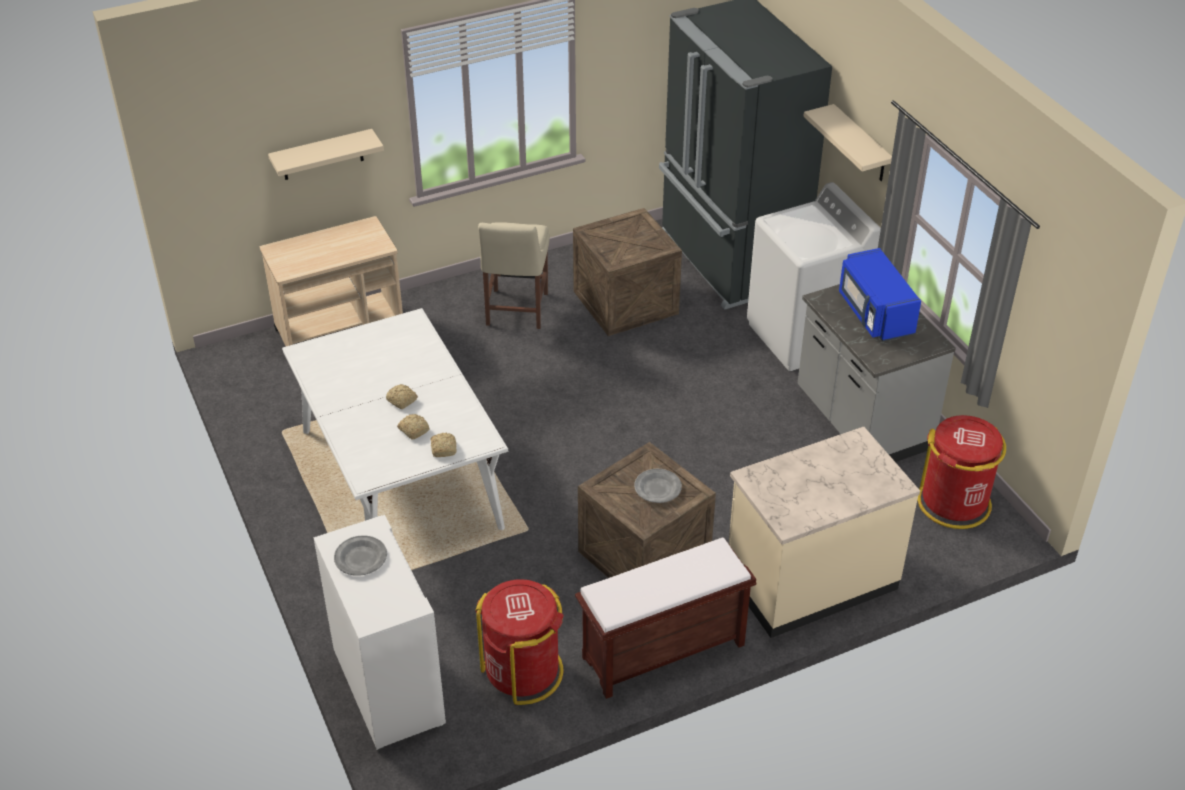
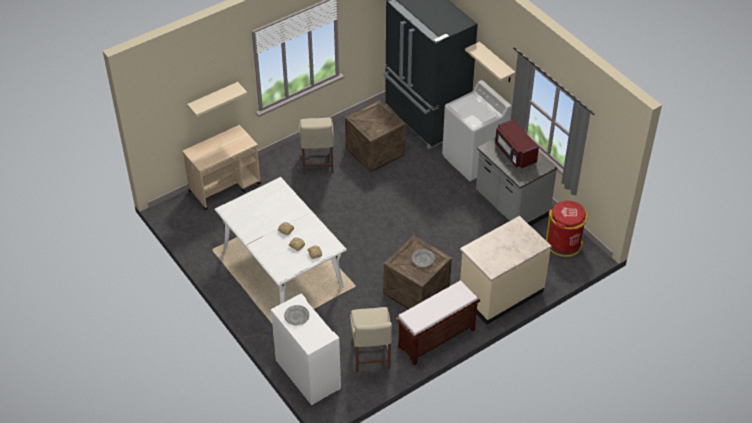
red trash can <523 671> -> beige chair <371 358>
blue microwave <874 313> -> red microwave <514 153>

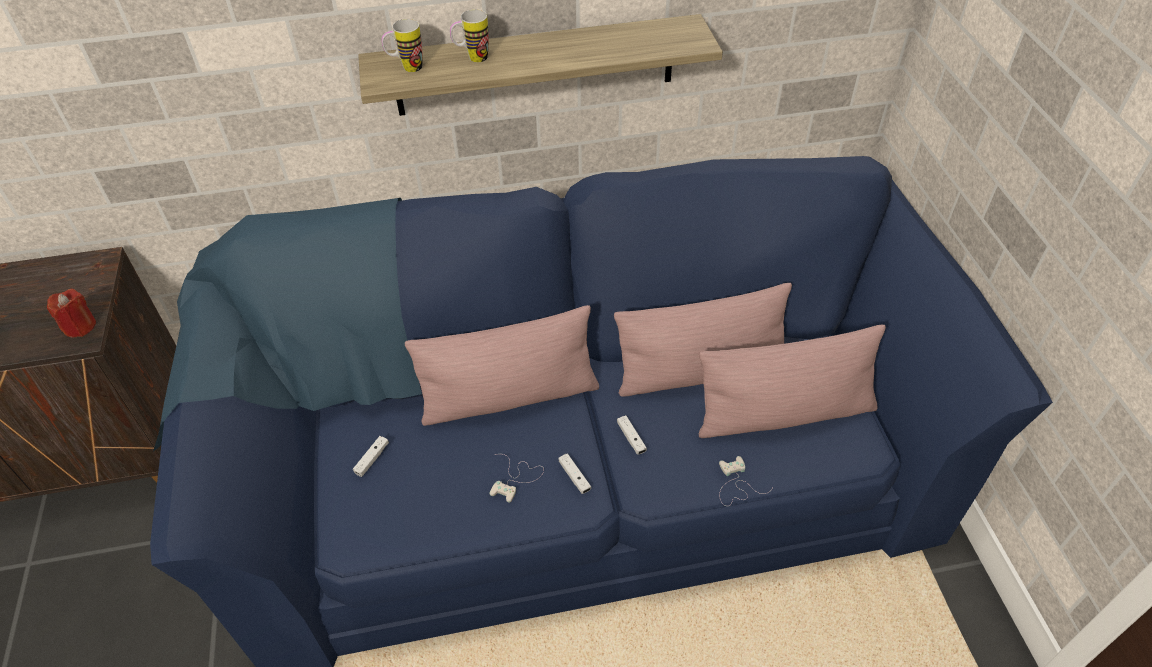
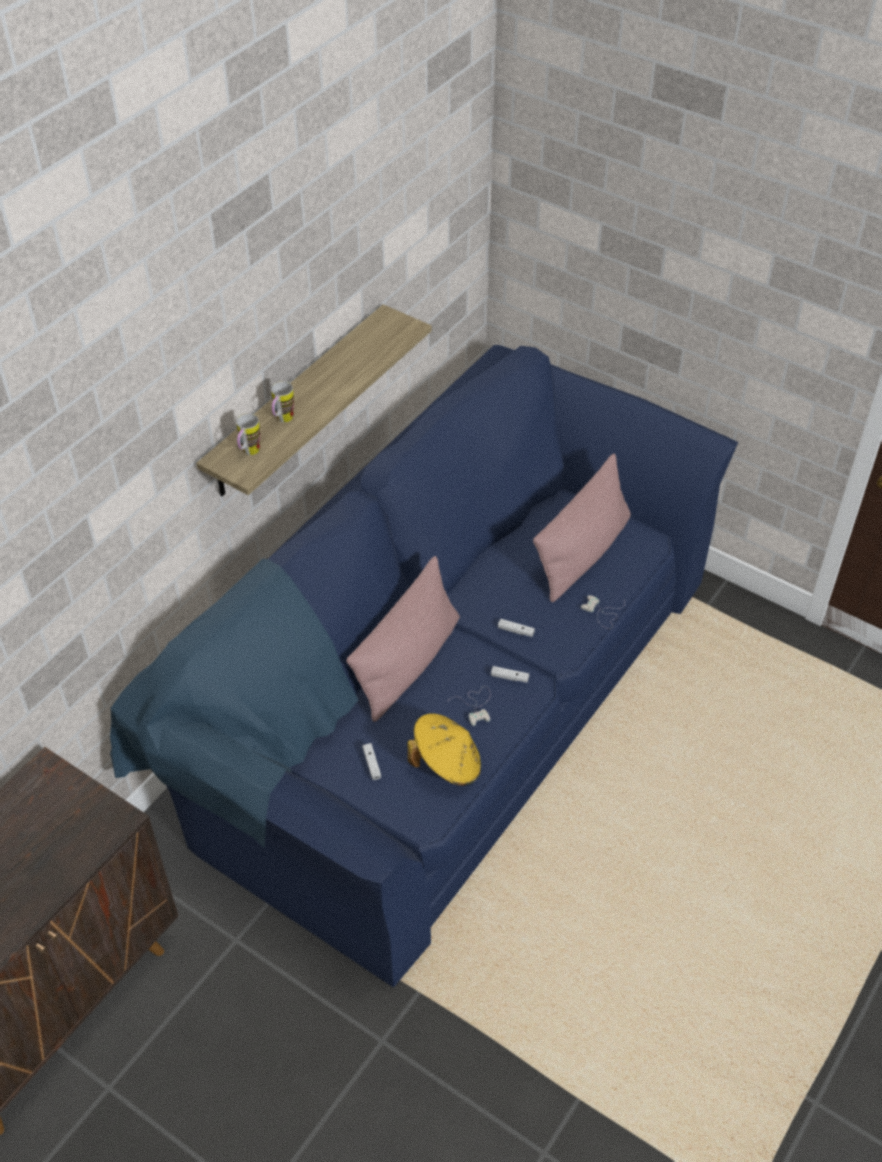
red candle <80 326> -> none
pink pillow <701 371> -> none
none -> yellow hat <447 763>

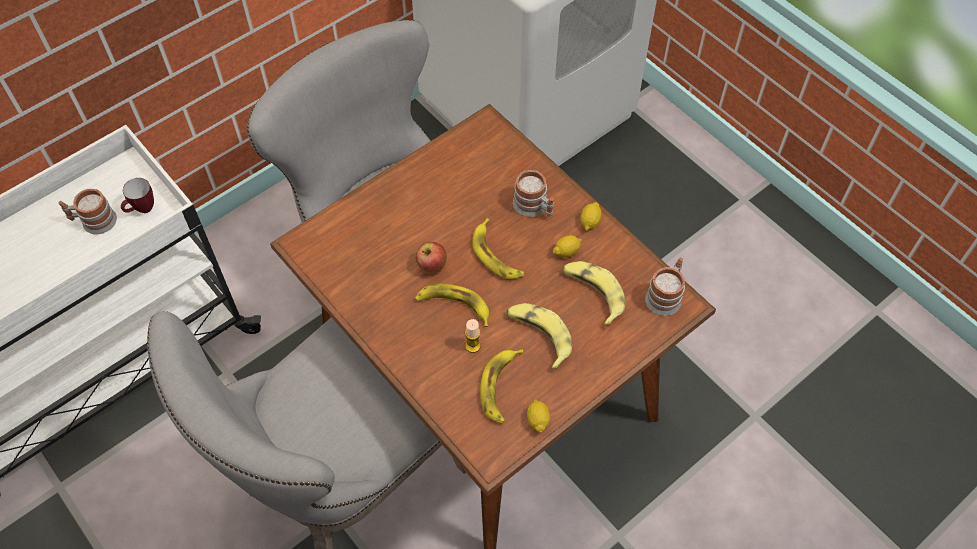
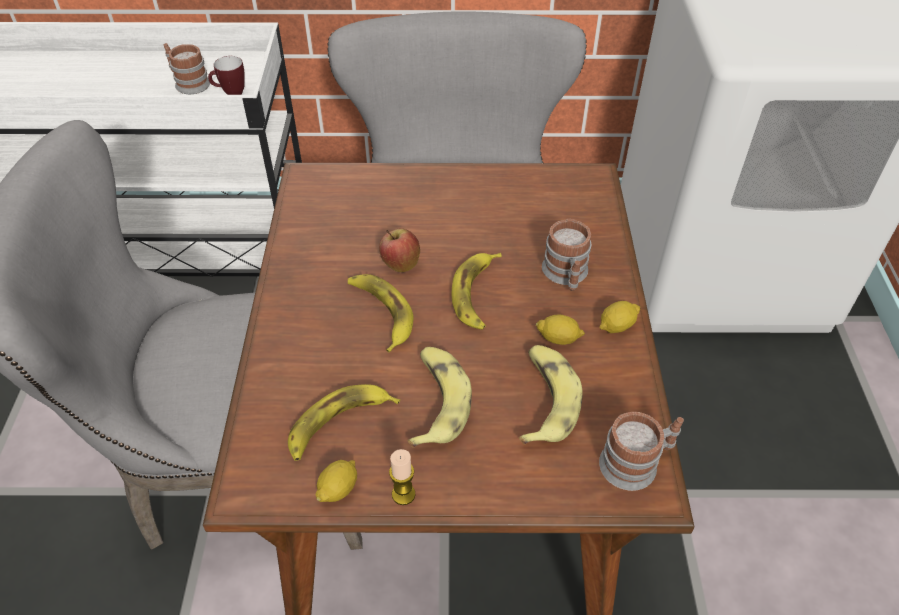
candle <473 346> -> candle <403 494>, moved

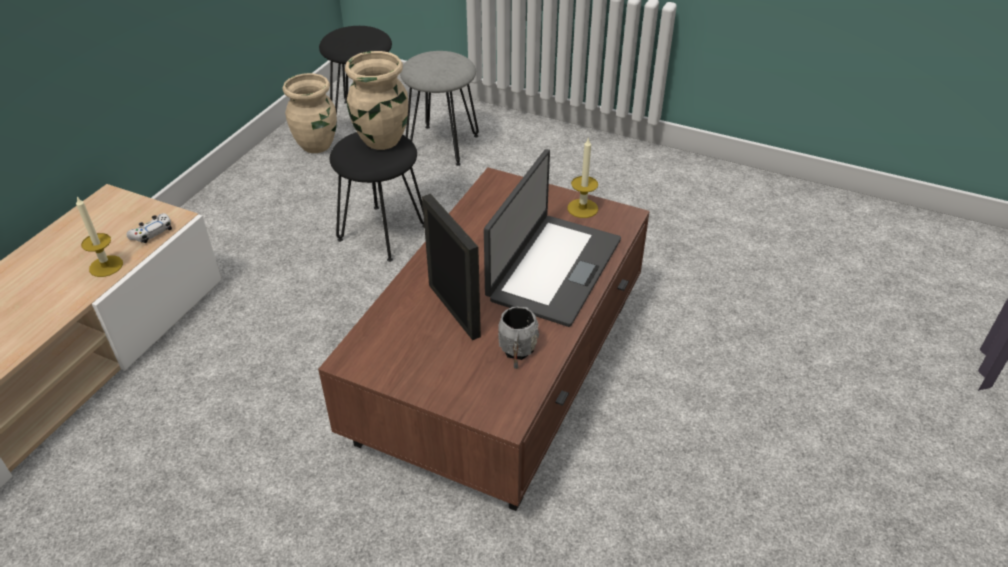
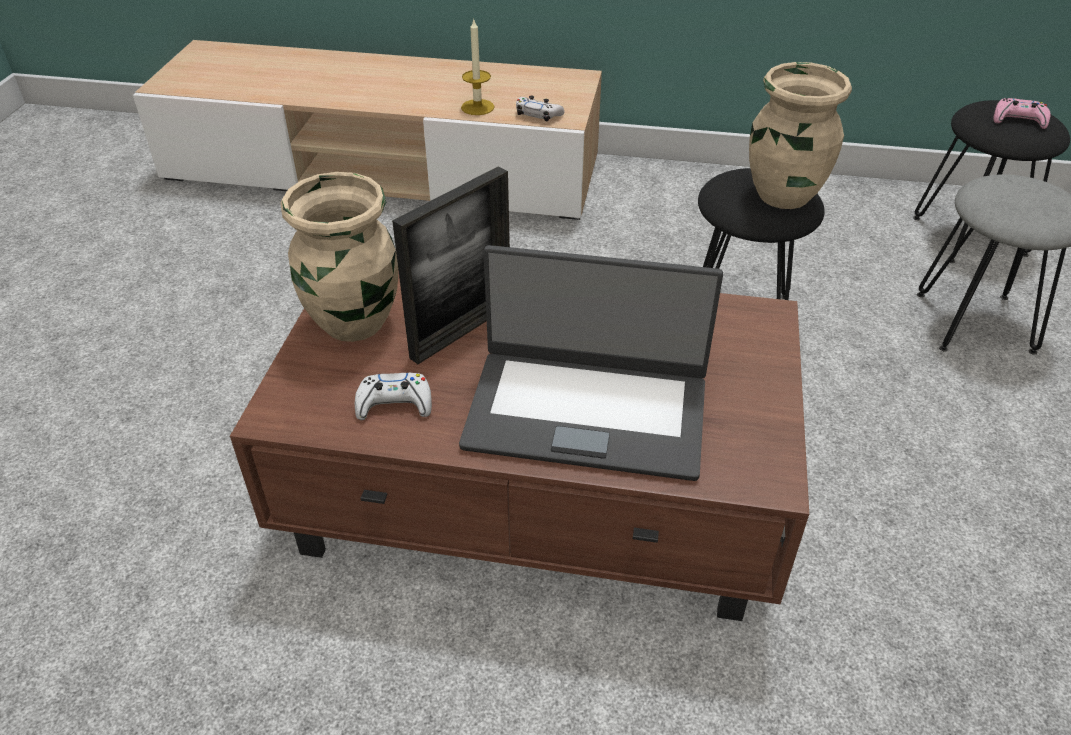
candle <582 208> -> none
none -> pink game controller <1018 120>
beige vase <317 145> -> beige vase <355 323>, moved
grey mug <517 353> -> white game controller <394 404>

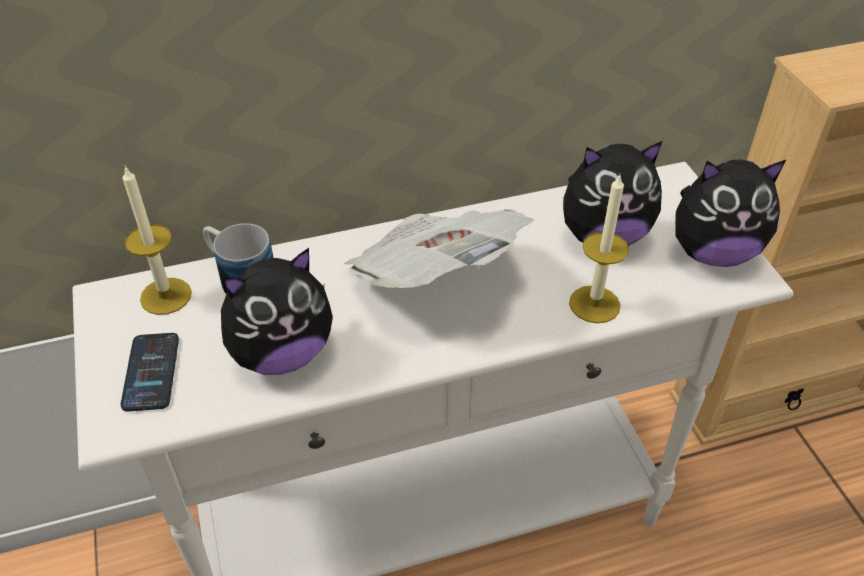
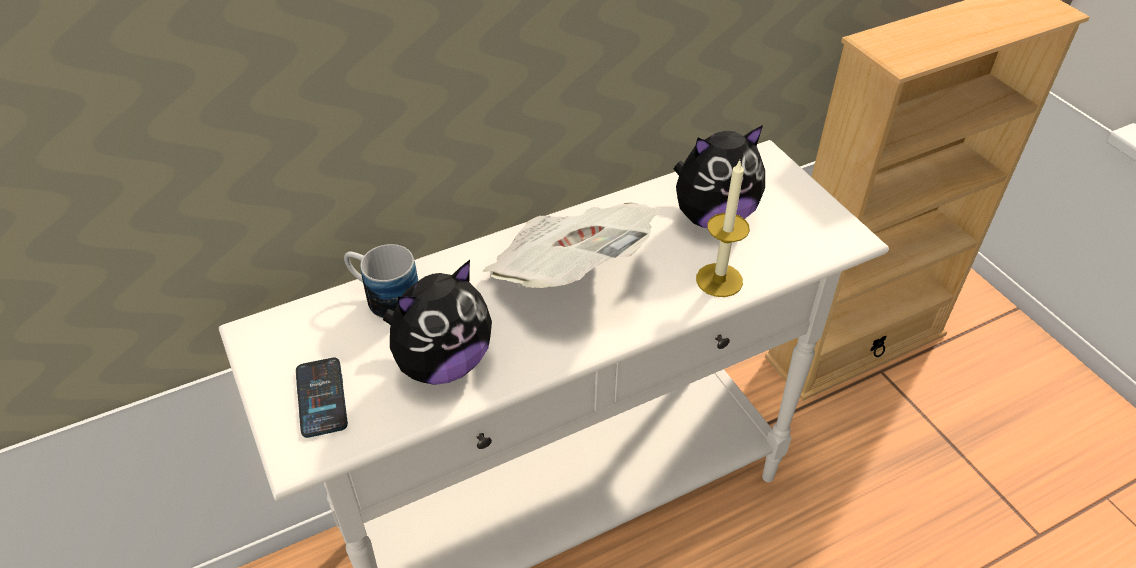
candle <166 296> -> none
plush toy <712 252> -> none

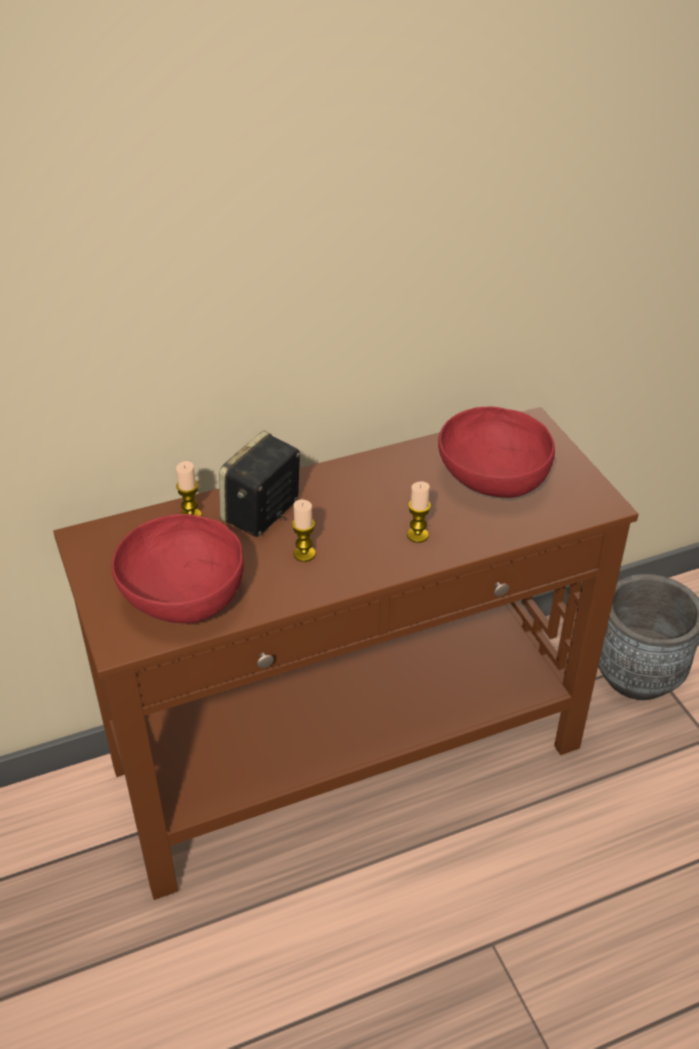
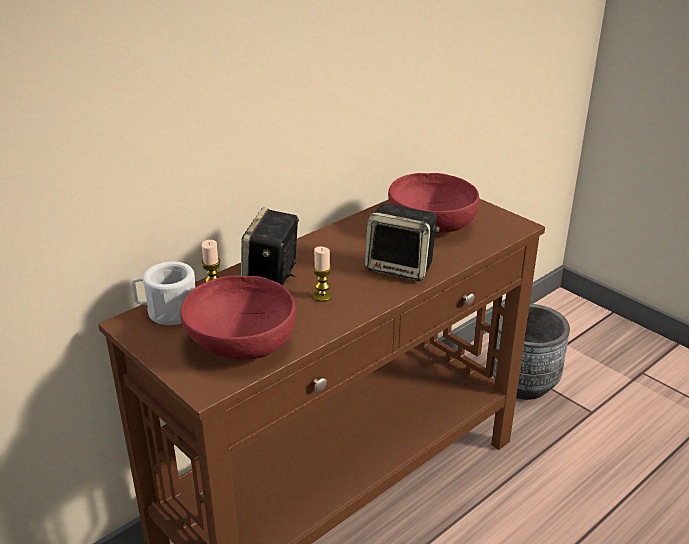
none -> white mug <167 312>
candle <417 535> -> speaker <401 268>

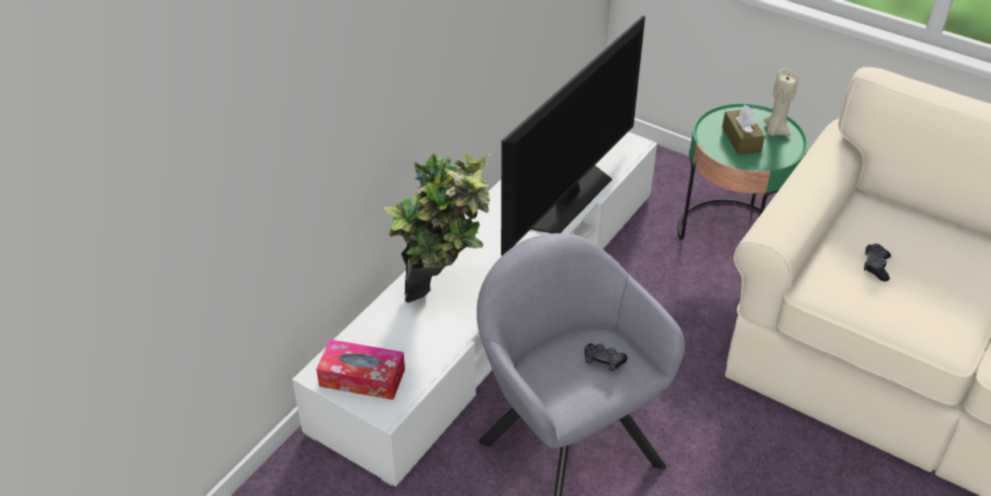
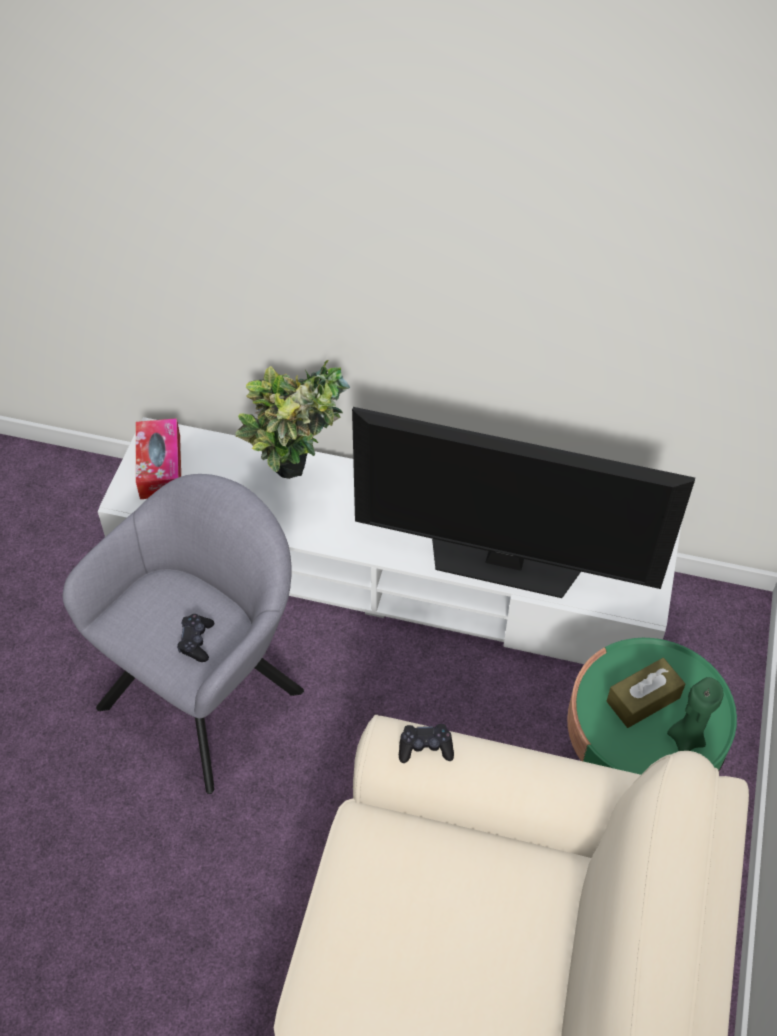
black game controller <876 266> -> black game controller <425 747>, moved
beige candle <775 131> -> green candle <686 738>

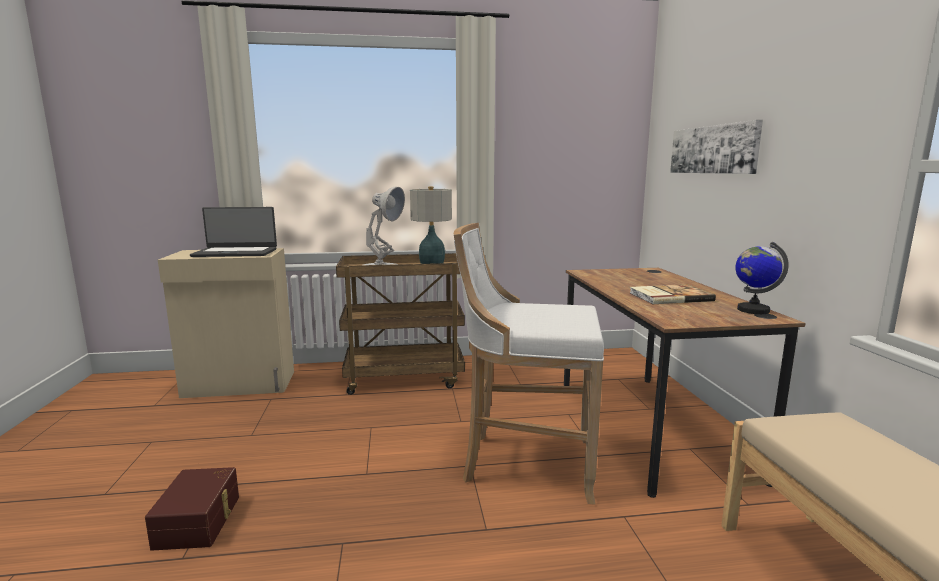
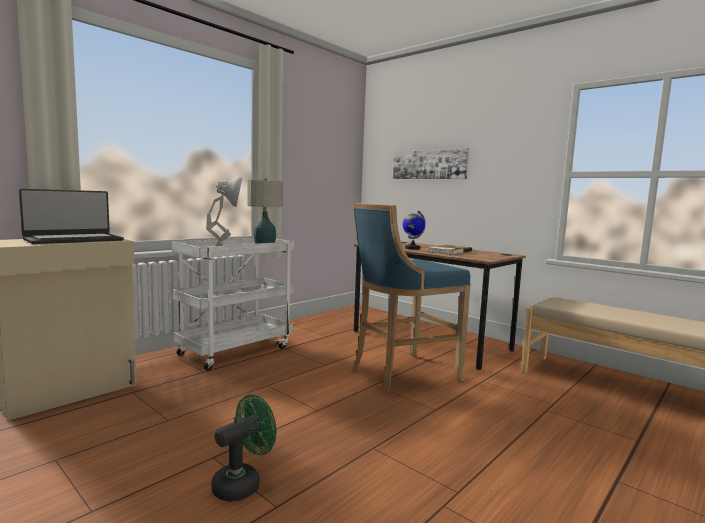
globe <752 310> -> globe <412 248>, moved
brown storage box <200 521> -> green fan <243 483>
brown cart <405 378> -> white cart <236 350>
white stool <525 463> -> blue stool <401 374>

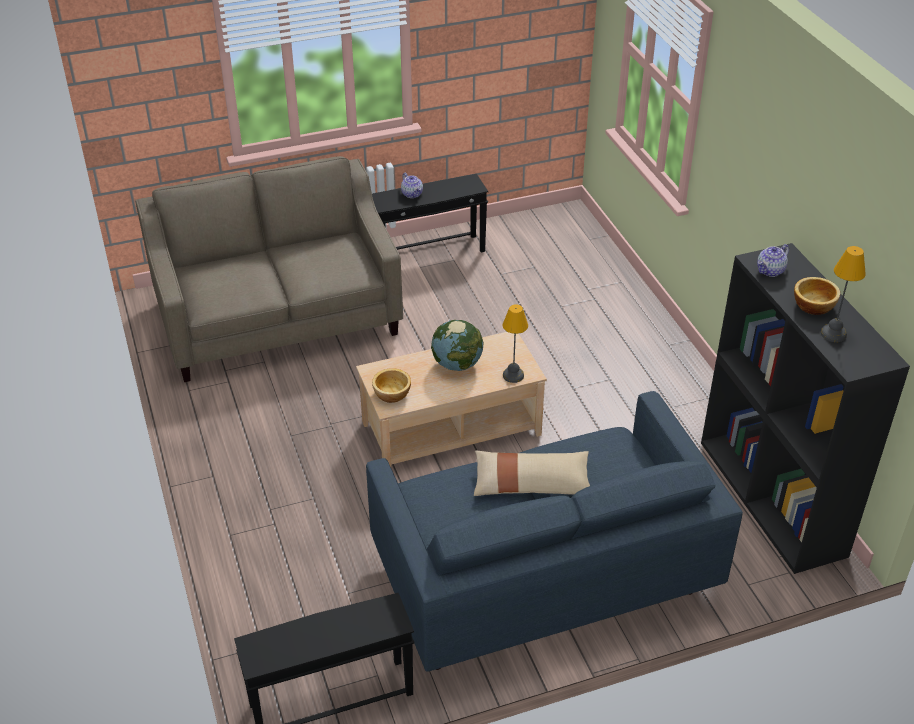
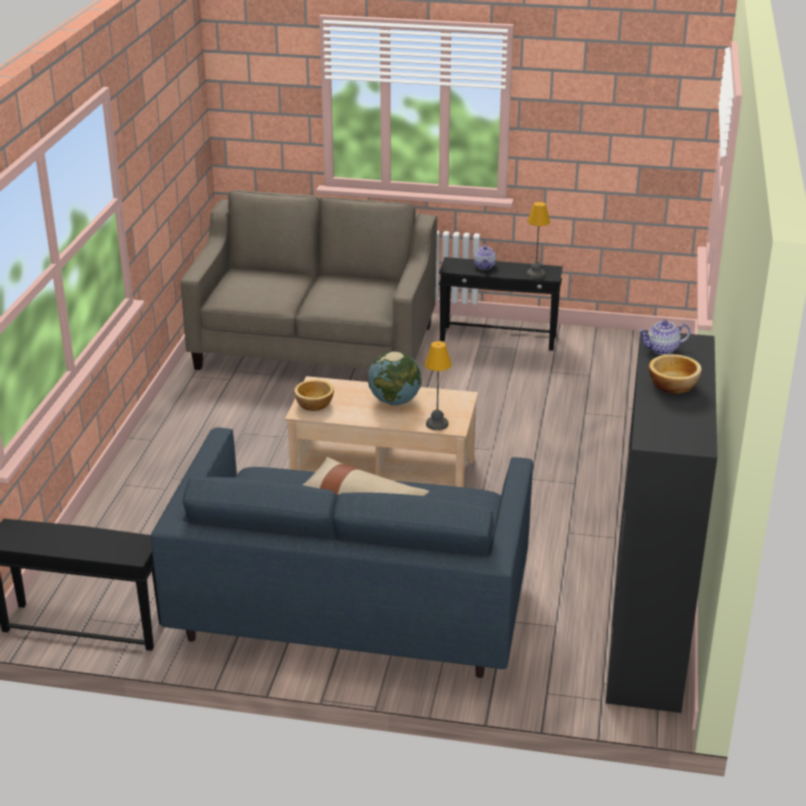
table lamp <834 334> -> table lamp <536 275>, moved

